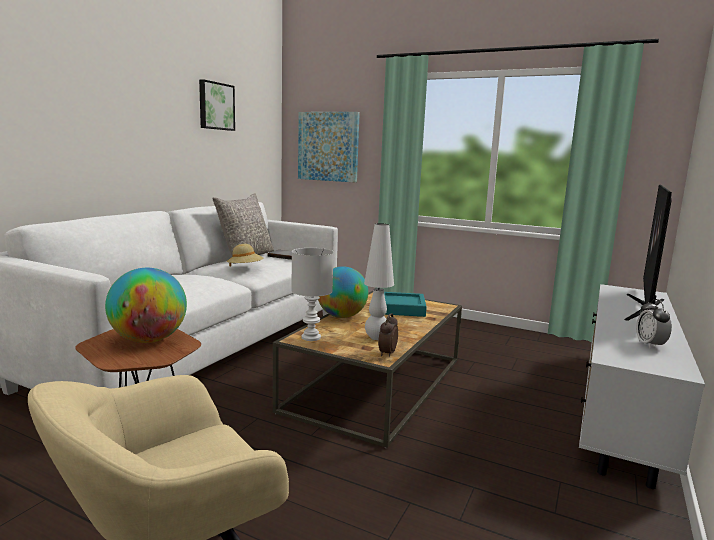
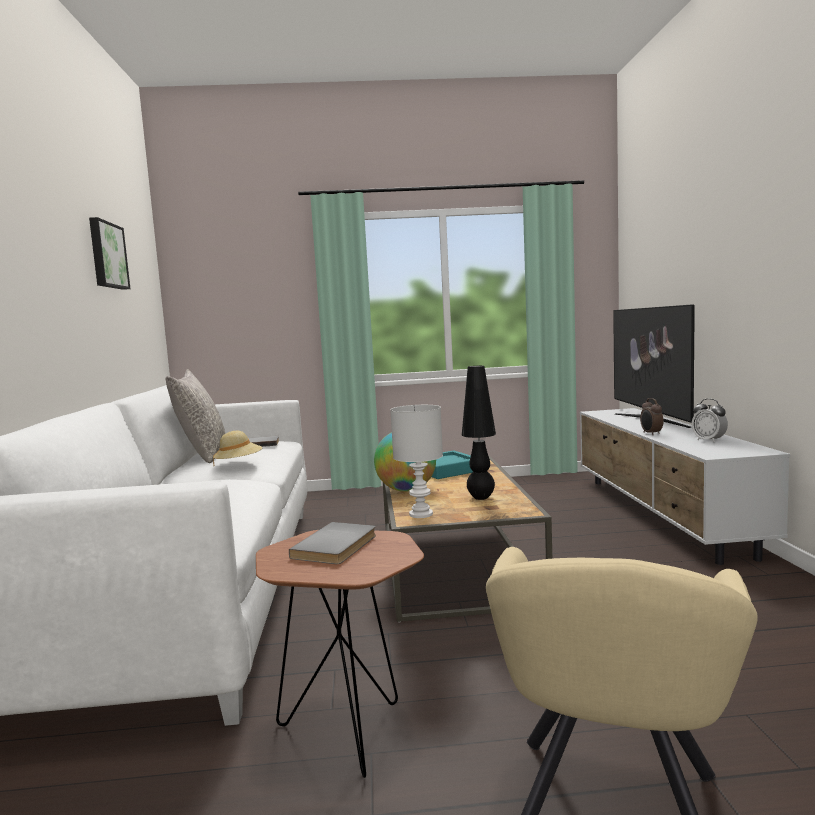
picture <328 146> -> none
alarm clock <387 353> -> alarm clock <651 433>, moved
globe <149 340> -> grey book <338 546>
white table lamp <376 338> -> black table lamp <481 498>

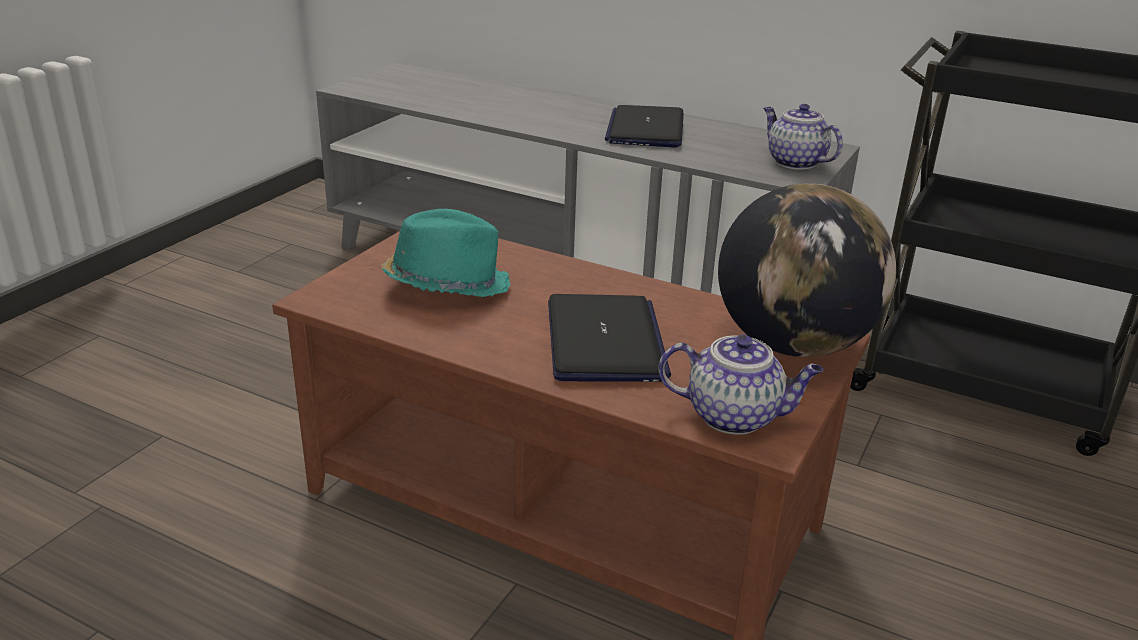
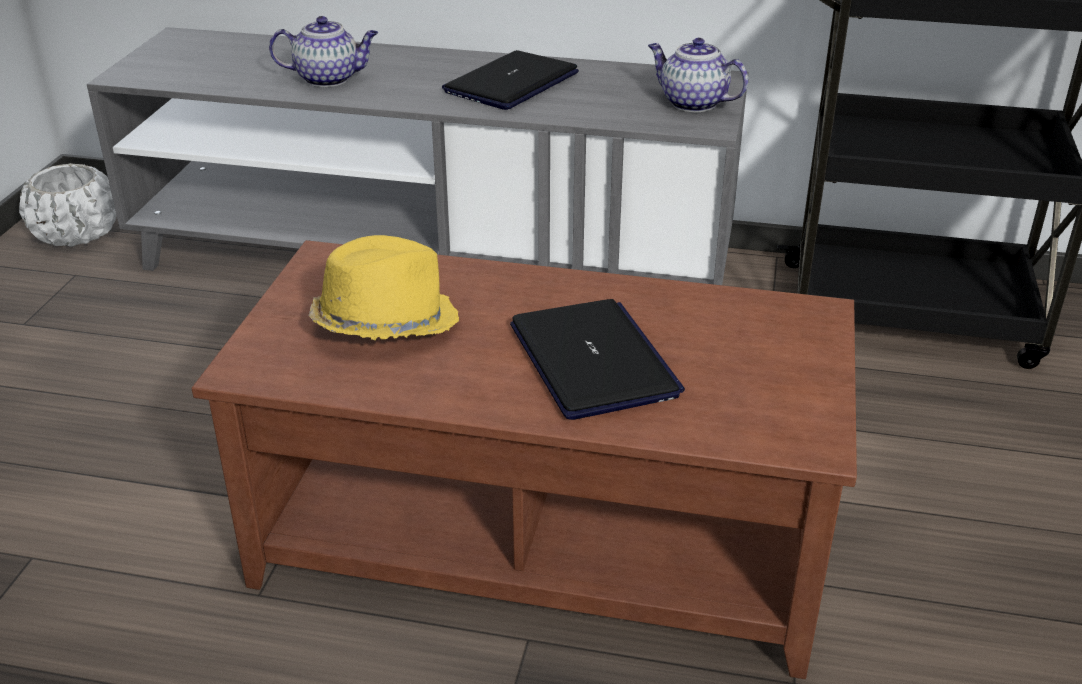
globe <793 345> -> none
none -> white planter <77 234>
teapot <735 416> -> teapot <329 79>, moved
turquoise hat <447 285> -> yellow hat <384 323>
laptop <645 129> -> laptop <511 83>, 45 degrees clockwise

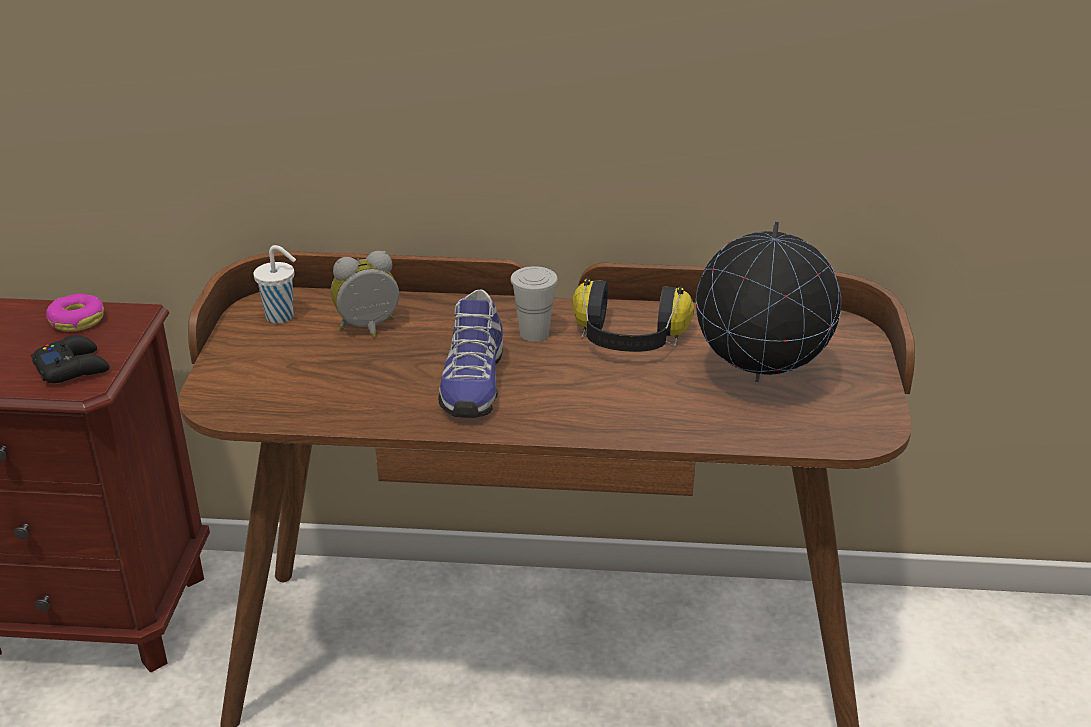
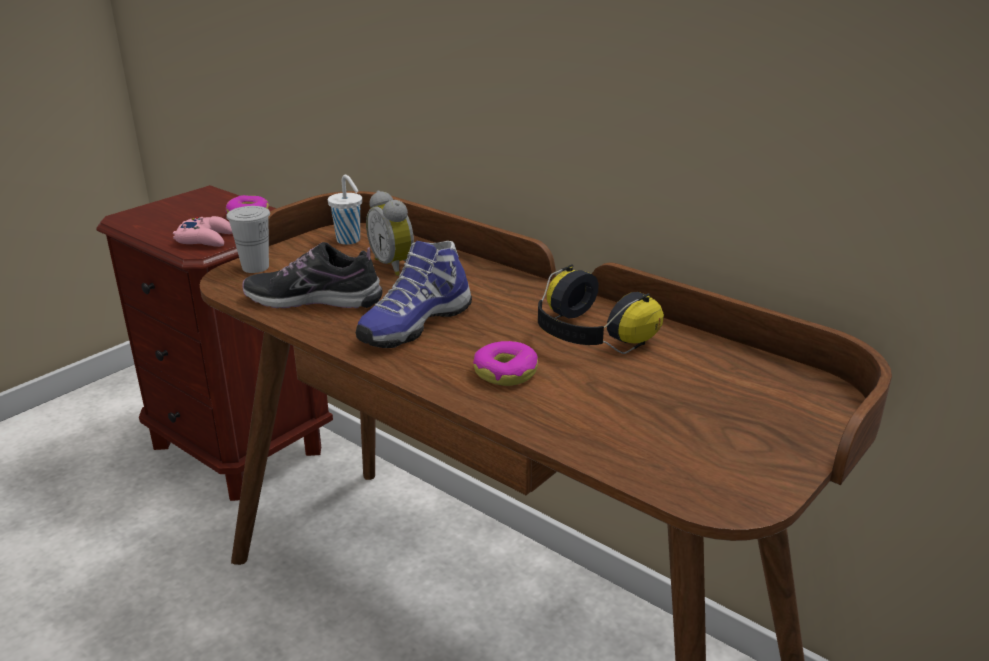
globe <759 379> -> none
none -> shoe <314 300>
none -> donut <506 372>
white cup <534 333> -> white cup <255 267>, moved
black game controller <73 368> -> pink game controller <206 239>
alarm clock <369 329> -> alarm clock <395 266>, 135 degrees counterclockwise

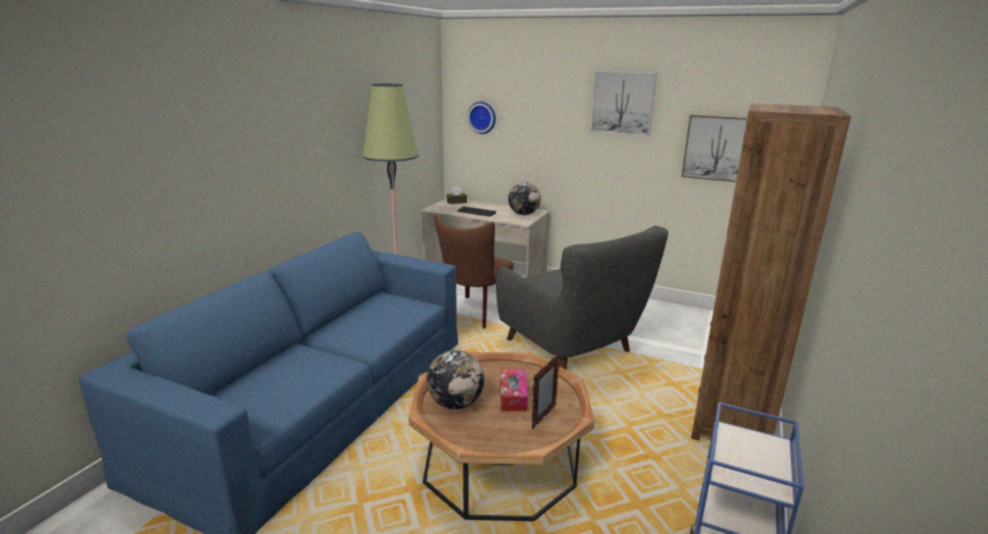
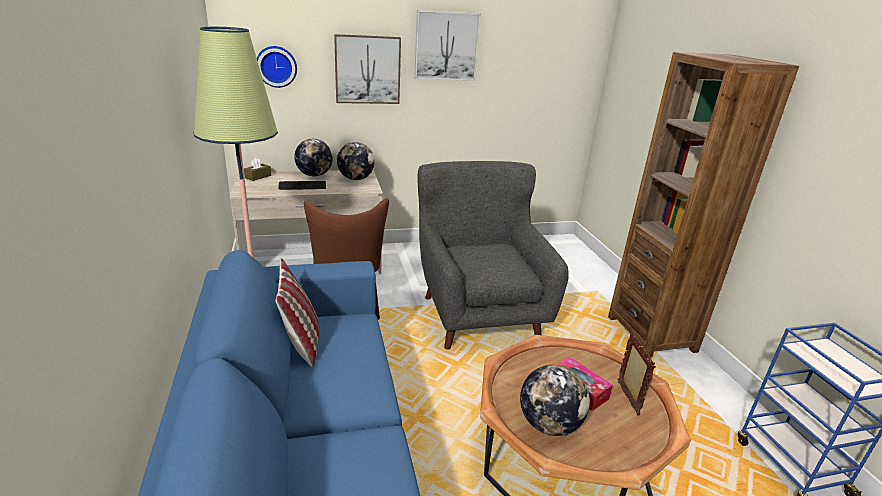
none -> pillow <301 342>
none -> globe <314 175>
picture <718 148> -> picture <367 70>, moved
grey armchair <572 350> -> grey armchair <479 312>, 120 degrees counterclockwise

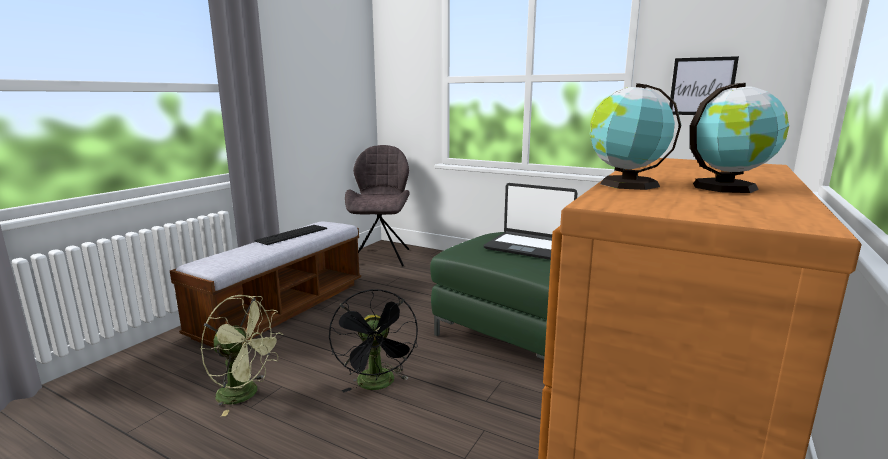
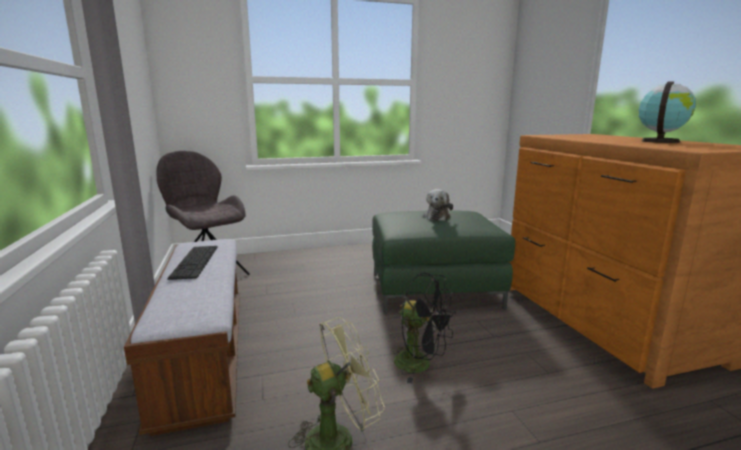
globe <625 184> -> none
picture <702 86> -> none
laptop <529 247> -> plush toy <437 216>

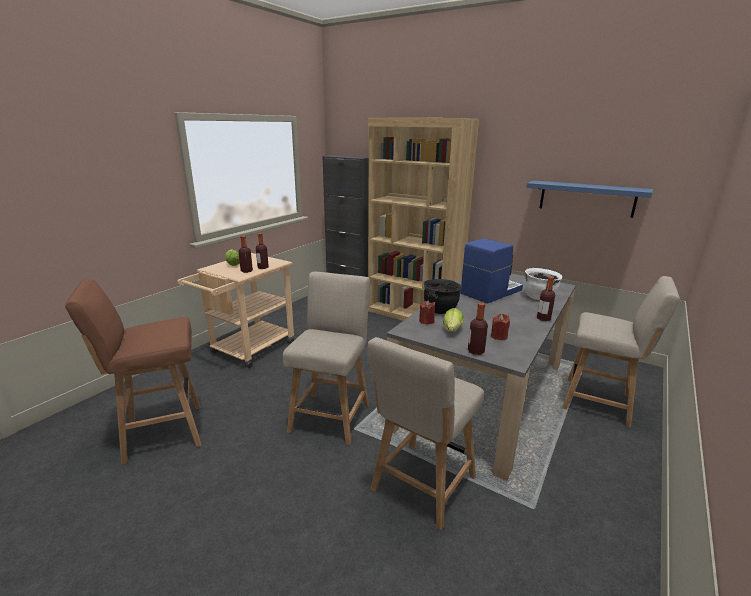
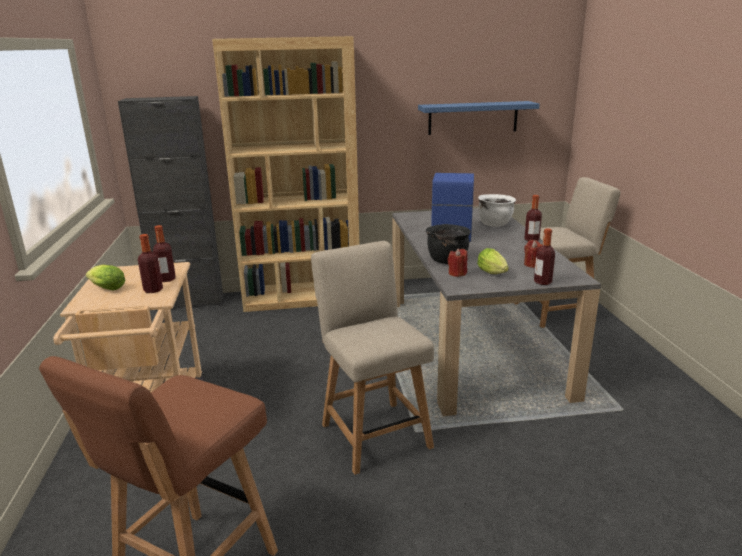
beige chair <421 486> -> none

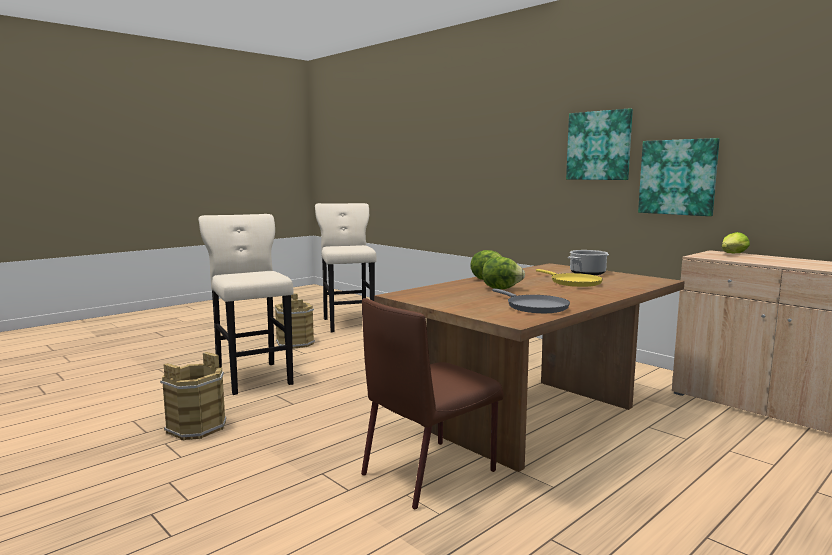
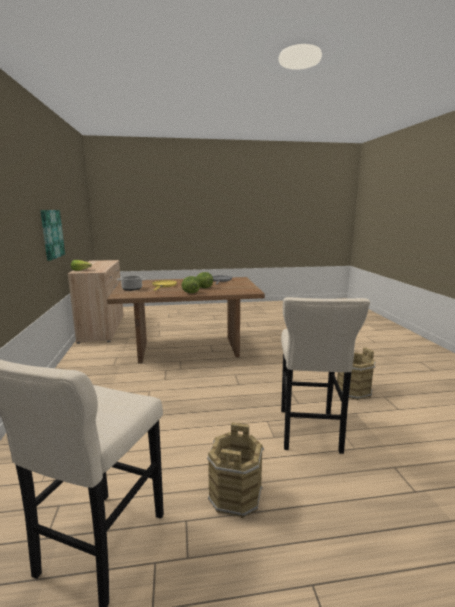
brown chair <430 471> -> none
picture <599 145> -> none

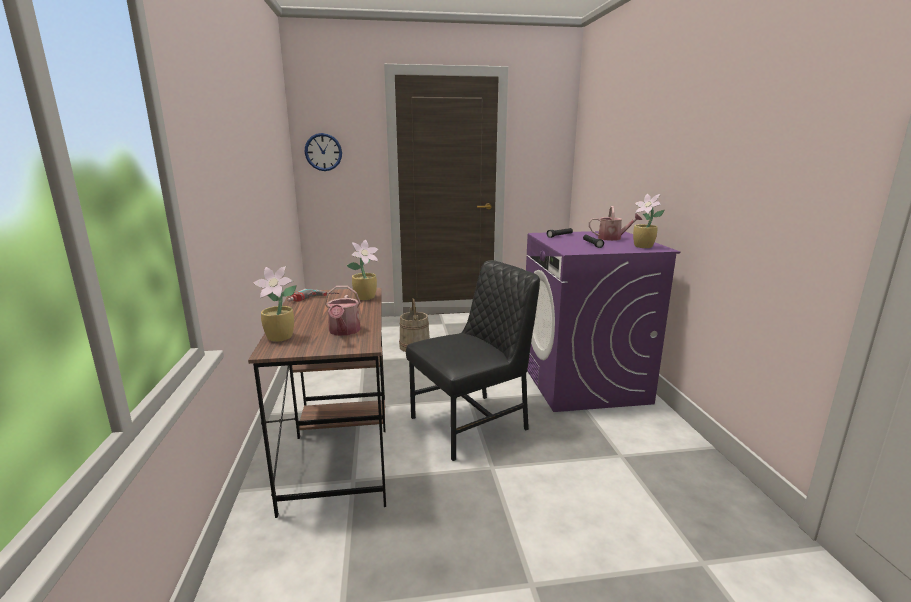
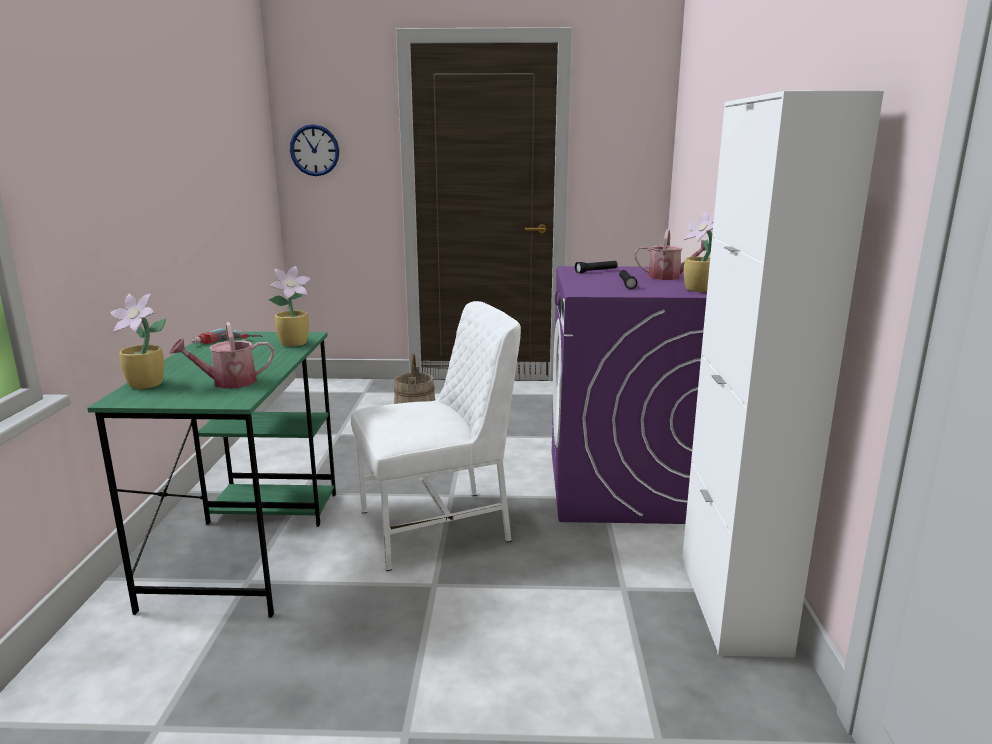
none -> white cabinet <732 604>
brown desk <339 451> -> green desk <249 544>
black chair <471 424> -> white chair <437 527>
watering can <344 331> -> watering can <228 382>, 60 degrees clockwise

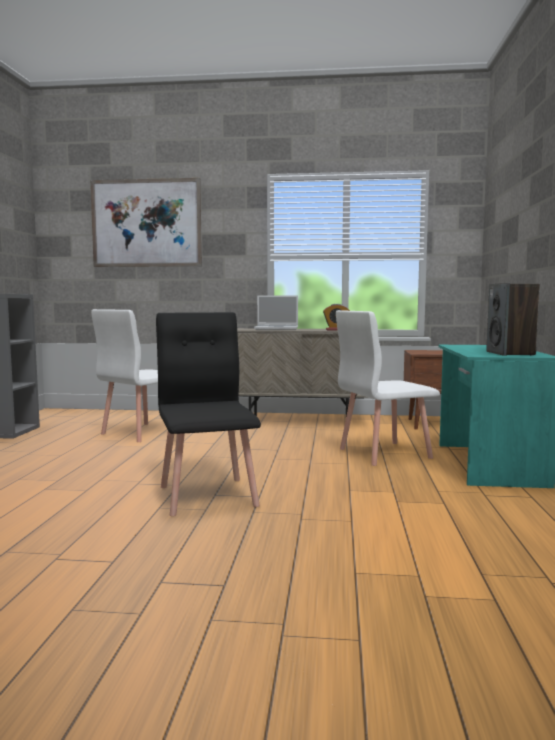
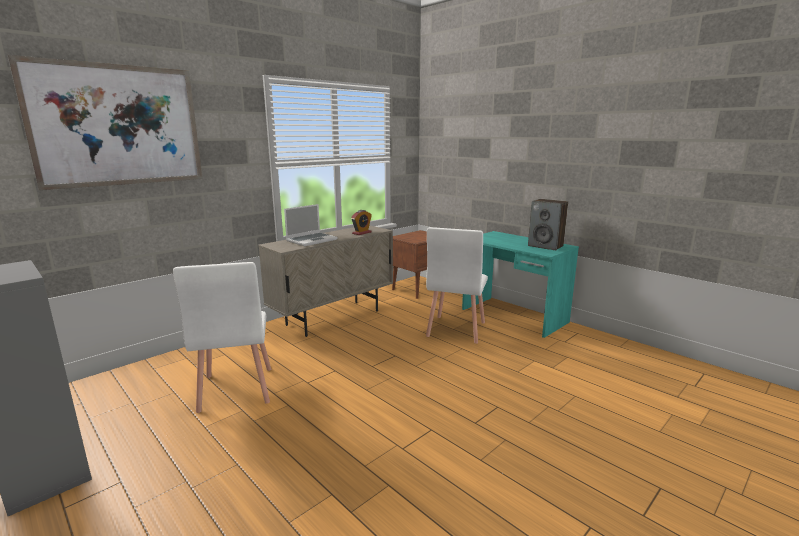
black chair <208 495> -> none

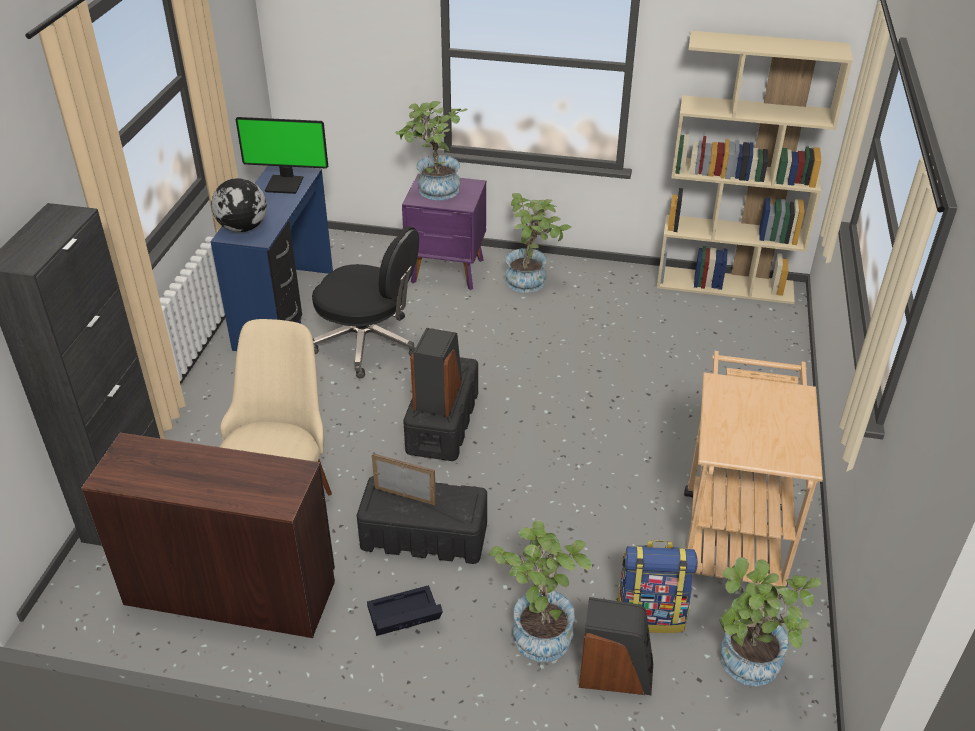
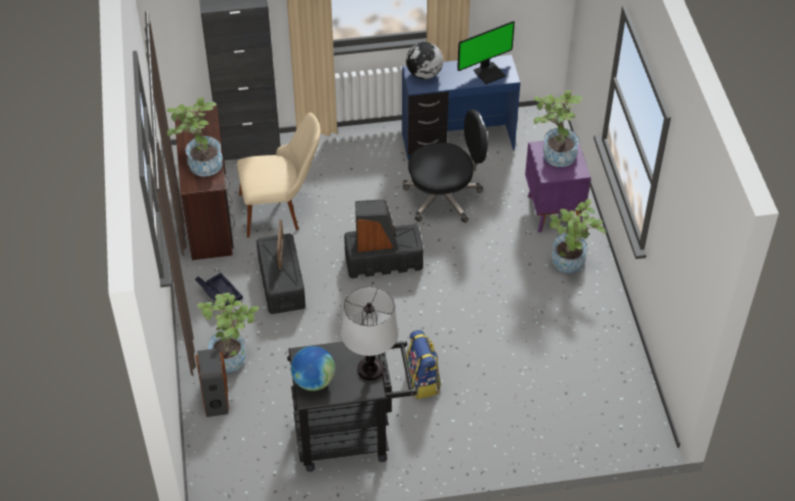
beige bookcase <725 285> -> none
none -> globe <313 381>
none -> table lamp <371 369>
backpack <651 614> -> backpack <423 381>, moved
potted plant <746 668> -> potted plant <200 163>, moved
beige cart <732 529> -> black cart <351 436>
monitor <285 184> -> monitor <488 72>, 105 degrees counterclockwise
black office chair <368 344> -> black office chair <444 197>, 105 degrees counterclockwise

